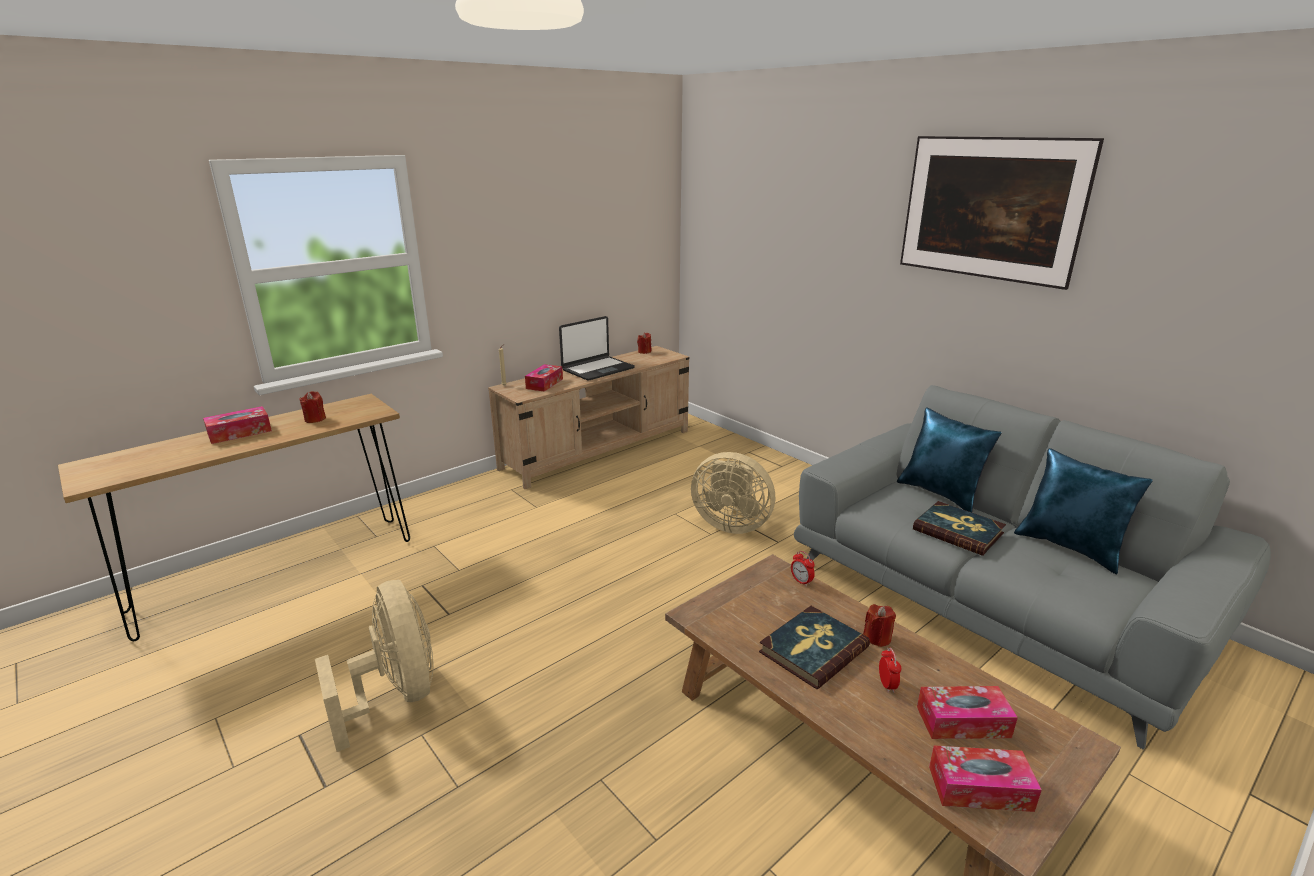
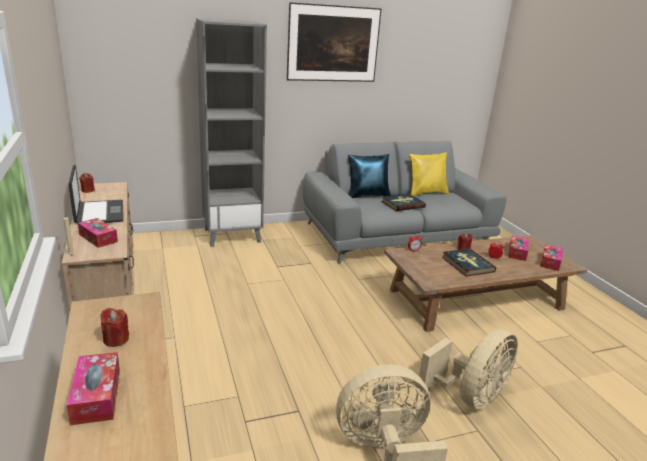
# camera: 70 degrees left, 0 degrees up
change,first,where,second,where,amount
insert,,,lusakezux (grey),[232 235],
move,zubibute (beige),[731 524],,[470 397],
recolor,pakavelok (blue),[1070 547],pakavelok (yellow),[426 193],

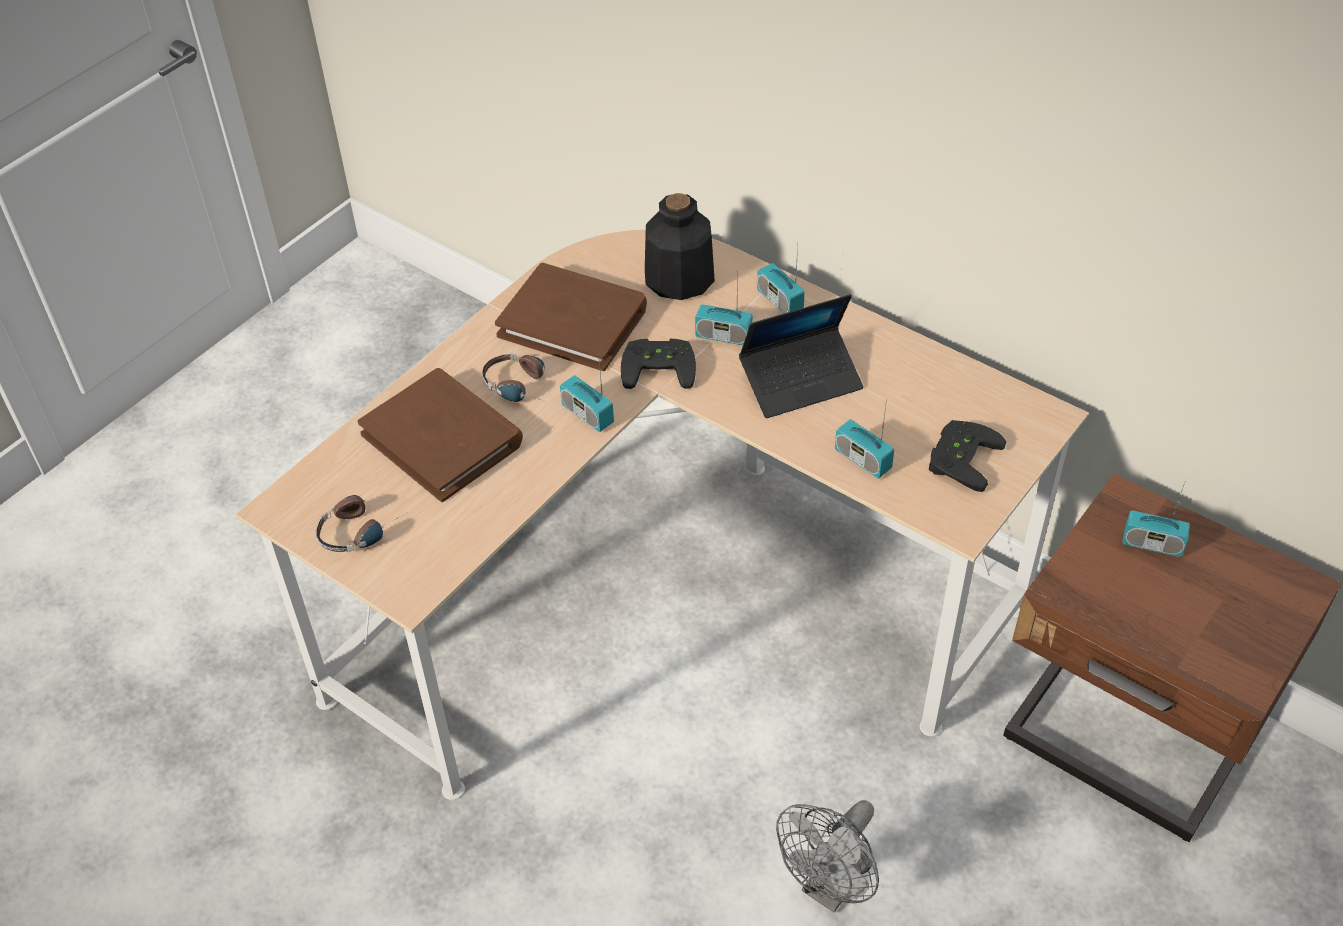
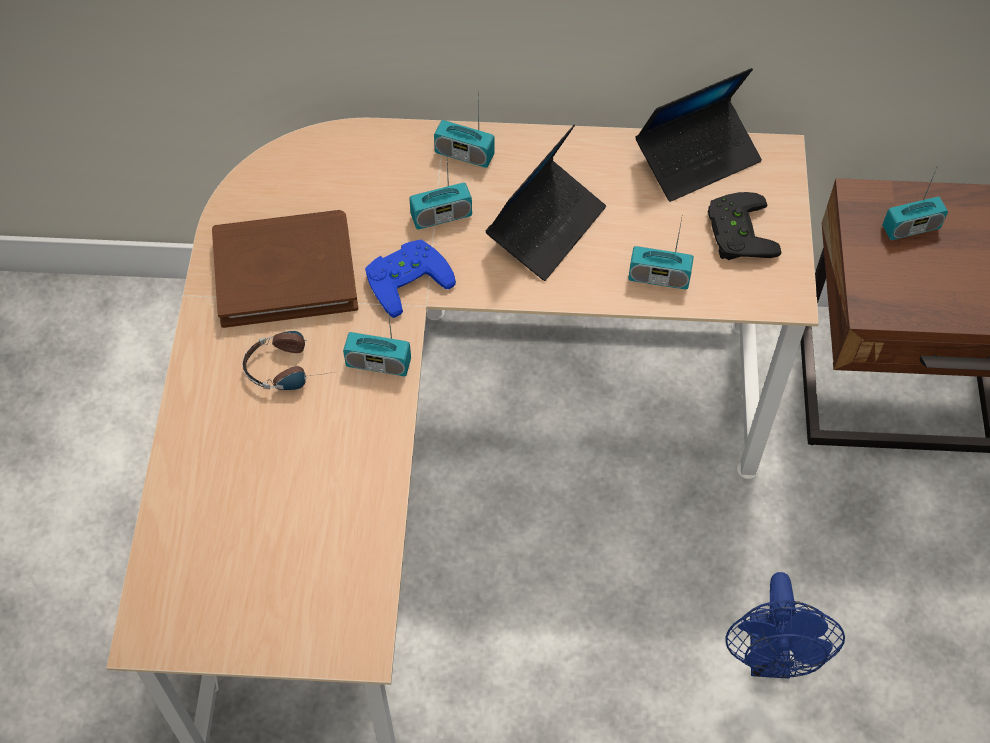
# camera: 35 degrees left, 10 degrees up
change,first,where,second,where,amount
delete,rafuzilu,[361 529],,,
delete,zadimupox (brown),[443 438],,,
delete,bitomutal,[678 278],,,
insert,,,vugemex,[697 158],
recolor,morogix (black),[659 365],morogix (blue),[406 277],
recolor,zubibute (grey),[830 888],zubibute (blue),[770 659],

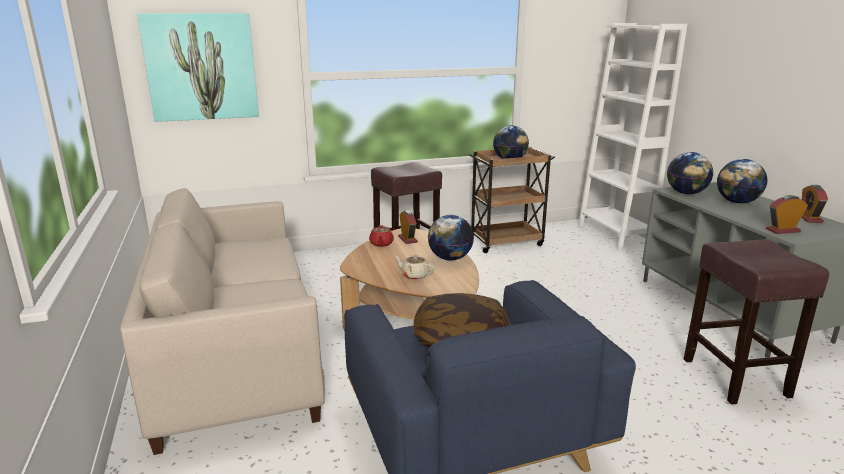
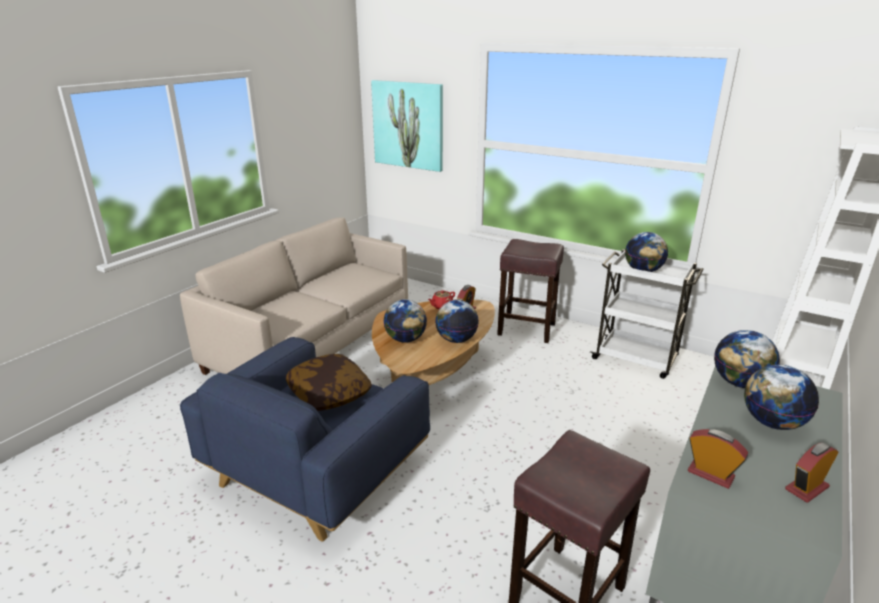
# camera: 50 degrees right, 5 degrees up
change,first,where,second,where,amount
replace,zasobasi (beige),[414 275],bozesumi,[405 339],
recolor,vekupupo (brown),[506 242],vekupupo (white),[636 359],

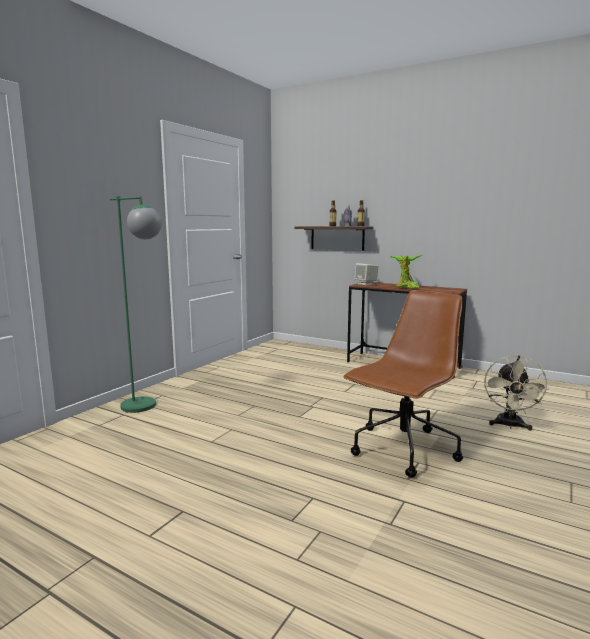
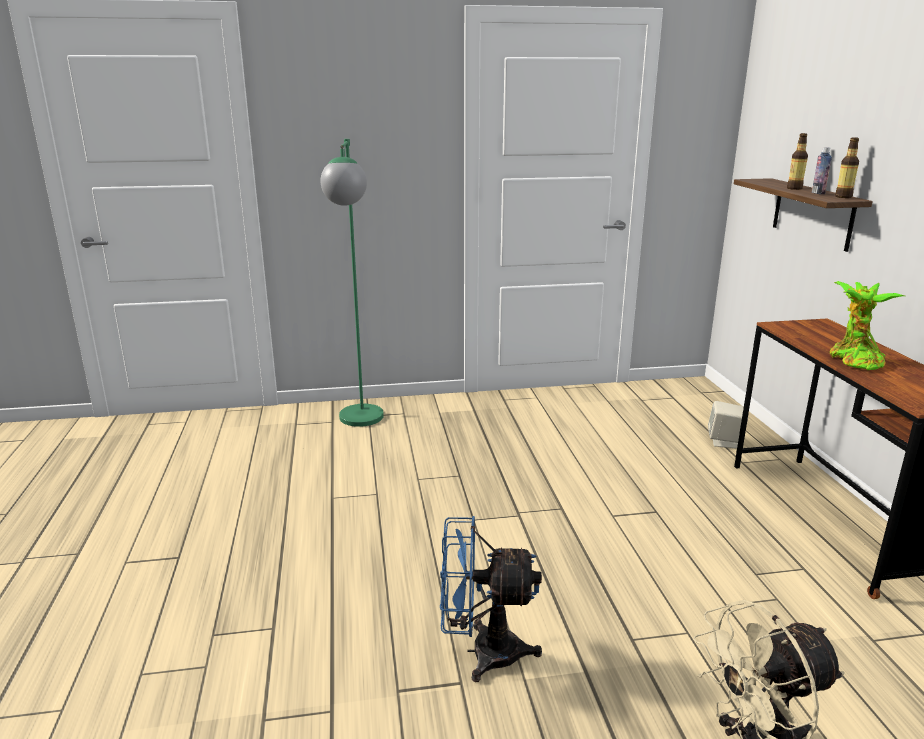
# camera: 50 degrees right, 10 degrees up
change,first,where,second,where,amount
move,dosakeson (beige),[366 284],,[725 442],
replace,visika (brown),[403 450],zubibute (blue),[482 652],

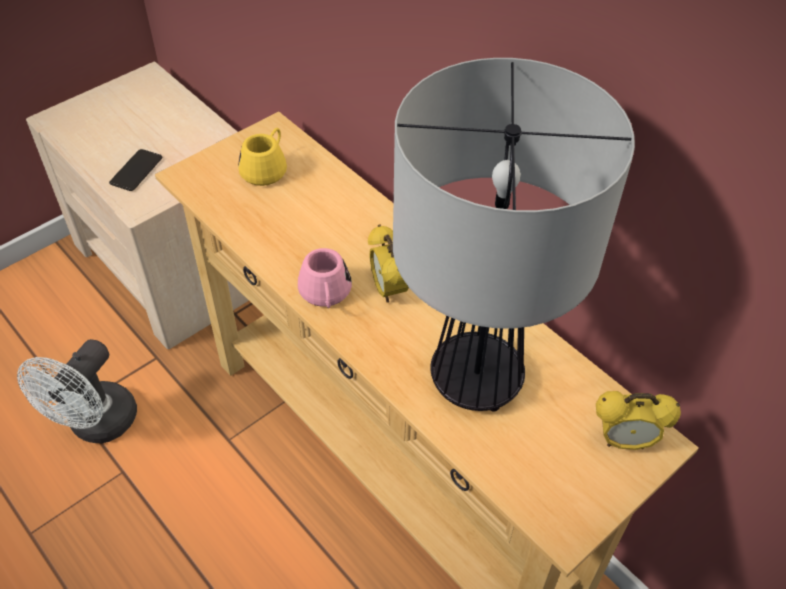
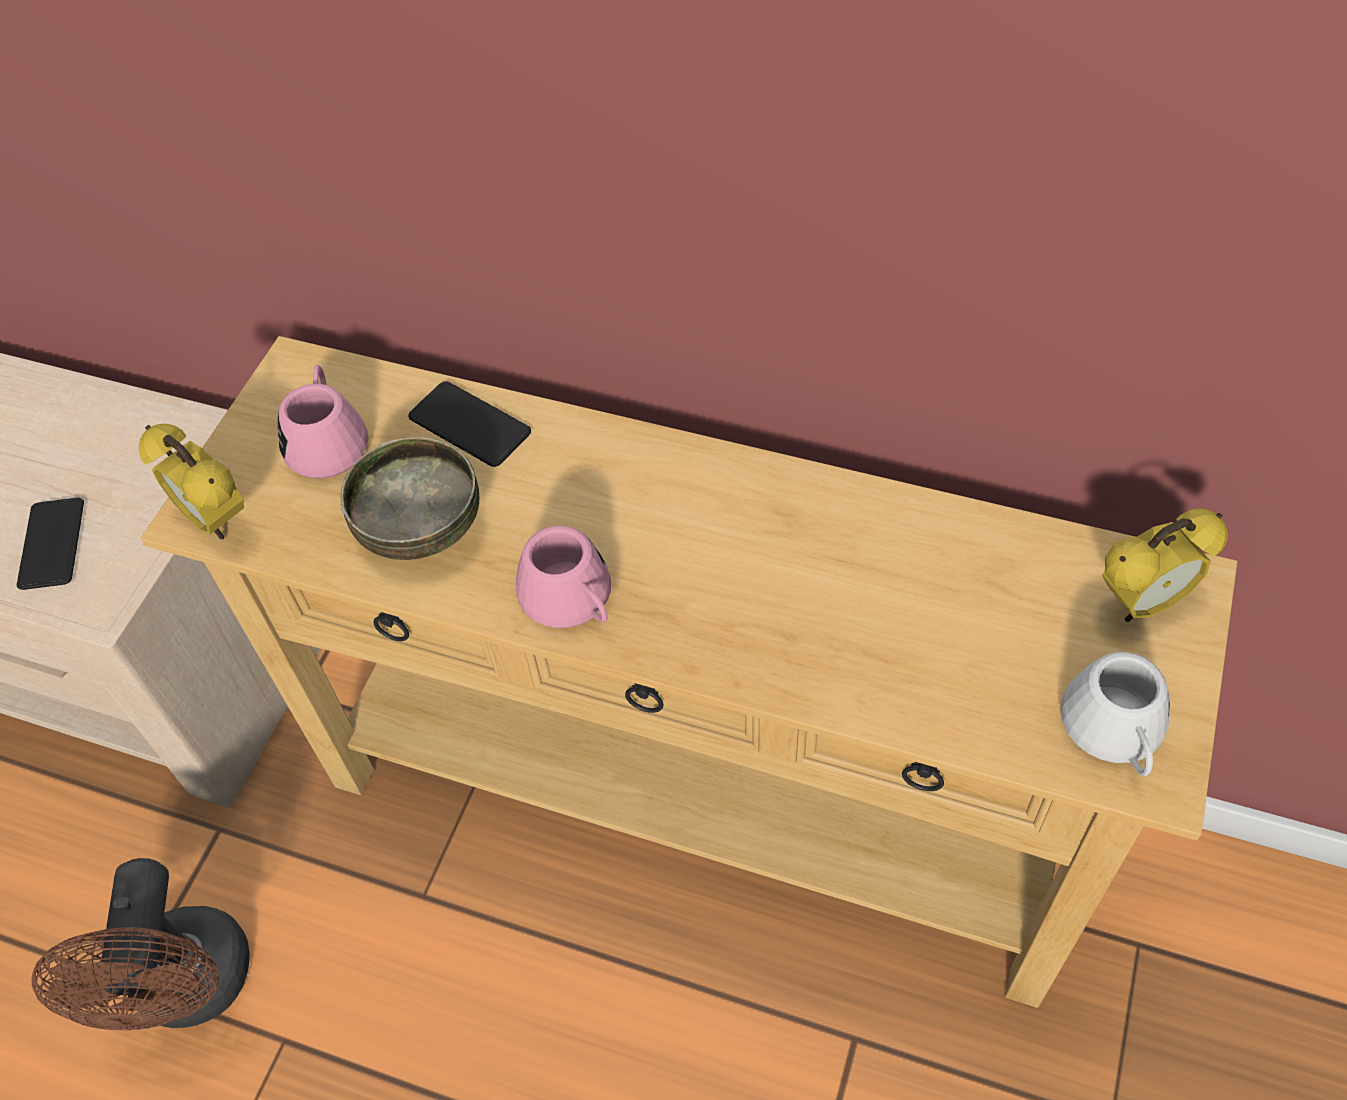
# camera: 25 degrees left, 5 degrees up
change,first,where,second,where,amount
delete,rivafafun,[477 379],,,
insert,,,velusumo,[419 529],
insert,,,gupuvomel,[470 425],
insert,,,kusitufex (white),[1115 734],
move,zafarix,[388 290],,[215 520],
recolor,zubibute (white),[97 425],zubibute (brown),[190 992],
recolor,kusitufex (yellow),[266 167],kusitufex (pink),[328 439],

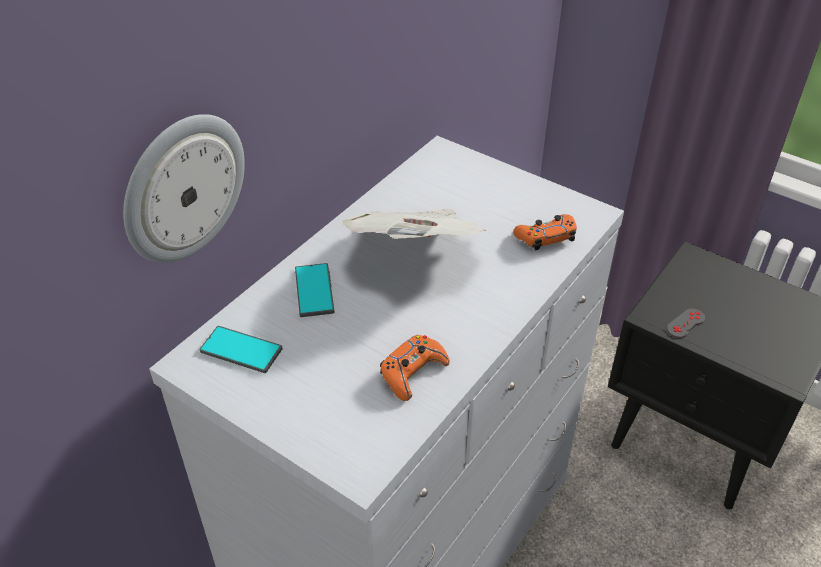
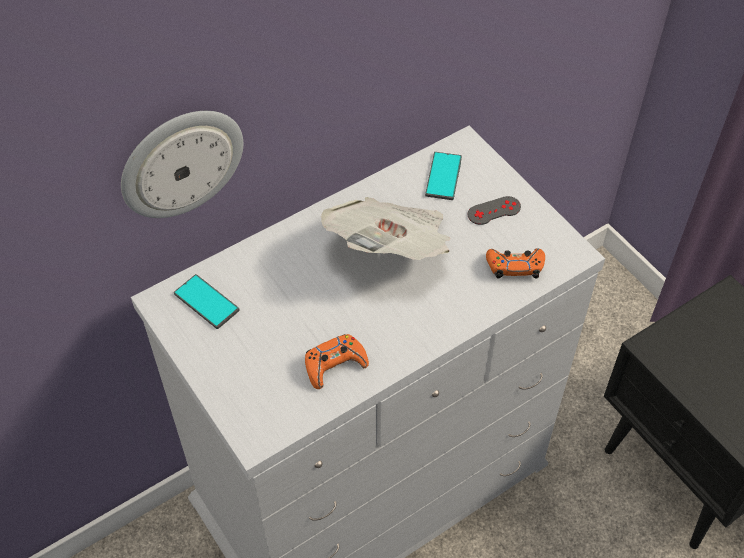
# camera: 20 degrees right, 10 degrees up
change,first,where,second,where,amount
move,gupuvomel,[314 290],,[443 176],
move,morogix (grey),[685 323],,[494 211],

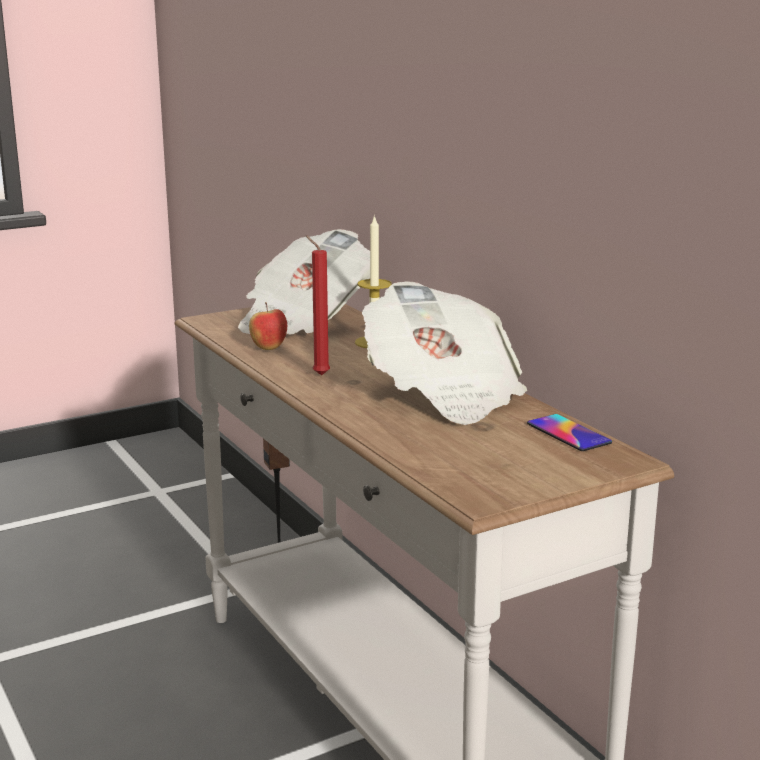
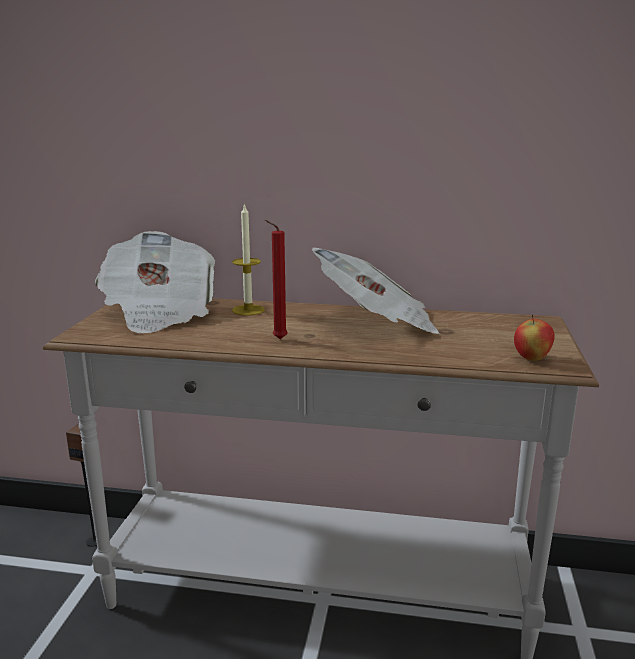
# camera: 50 degrees left, 0 degrees up
change,first,where,second,where,amount
delete,gupuvomel,[568 433],,,
move,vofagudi,[269 348],,[531 358],

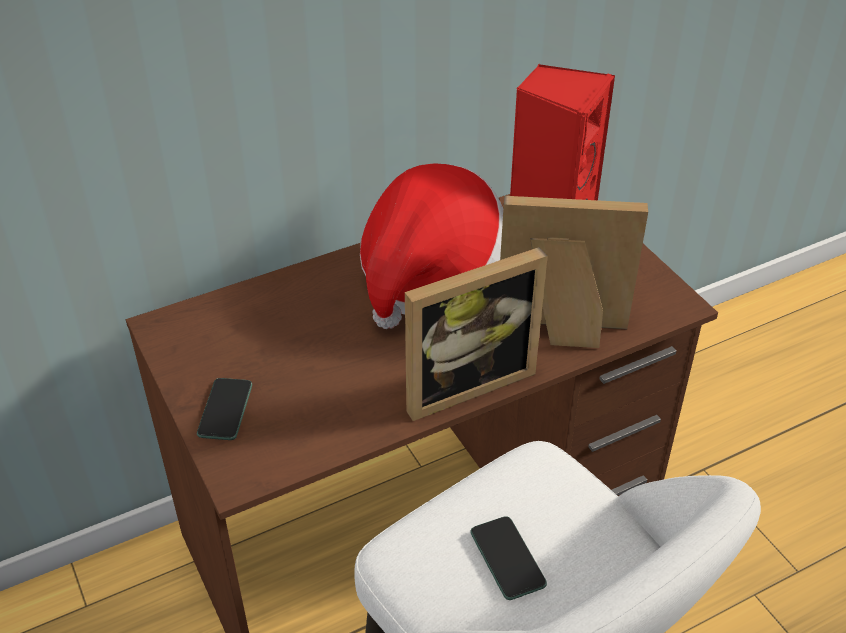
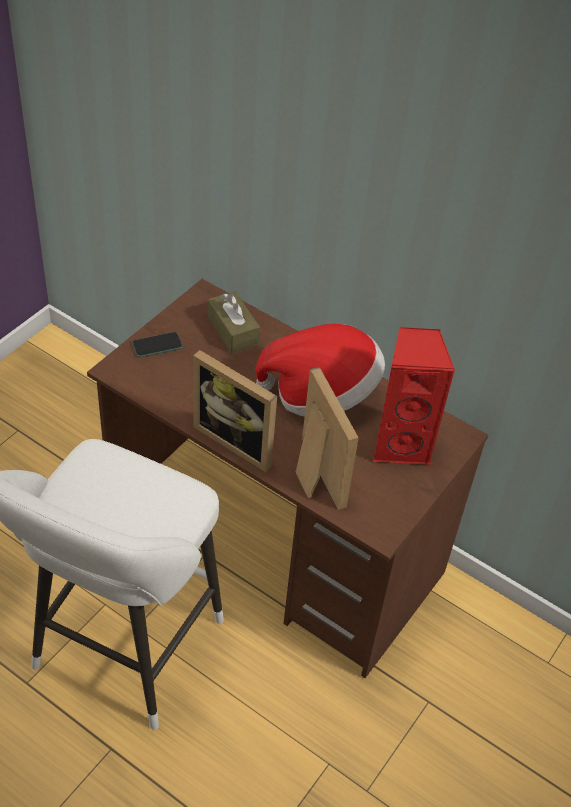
# camera: 60 degrees right, 5 degrees up
change,first,where,second,where,amount
delete,gupuvomel,[507 558],,,
insert,,,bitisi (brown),[233 331],

